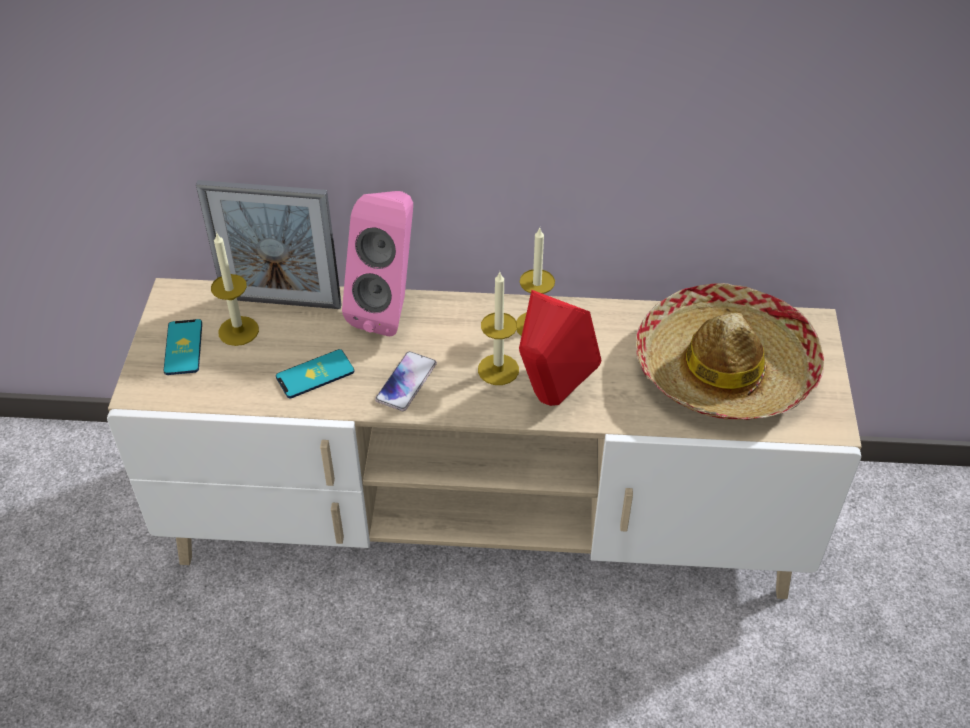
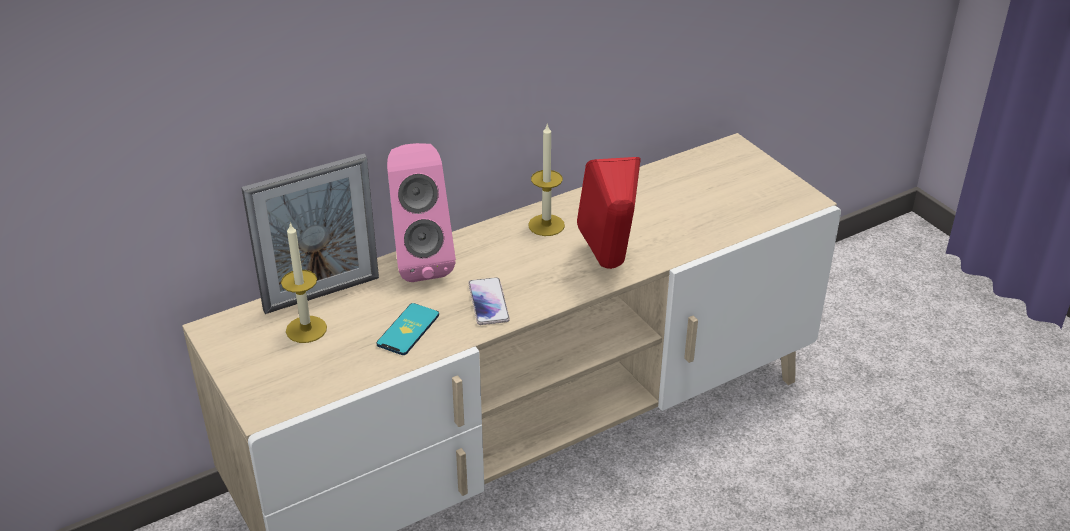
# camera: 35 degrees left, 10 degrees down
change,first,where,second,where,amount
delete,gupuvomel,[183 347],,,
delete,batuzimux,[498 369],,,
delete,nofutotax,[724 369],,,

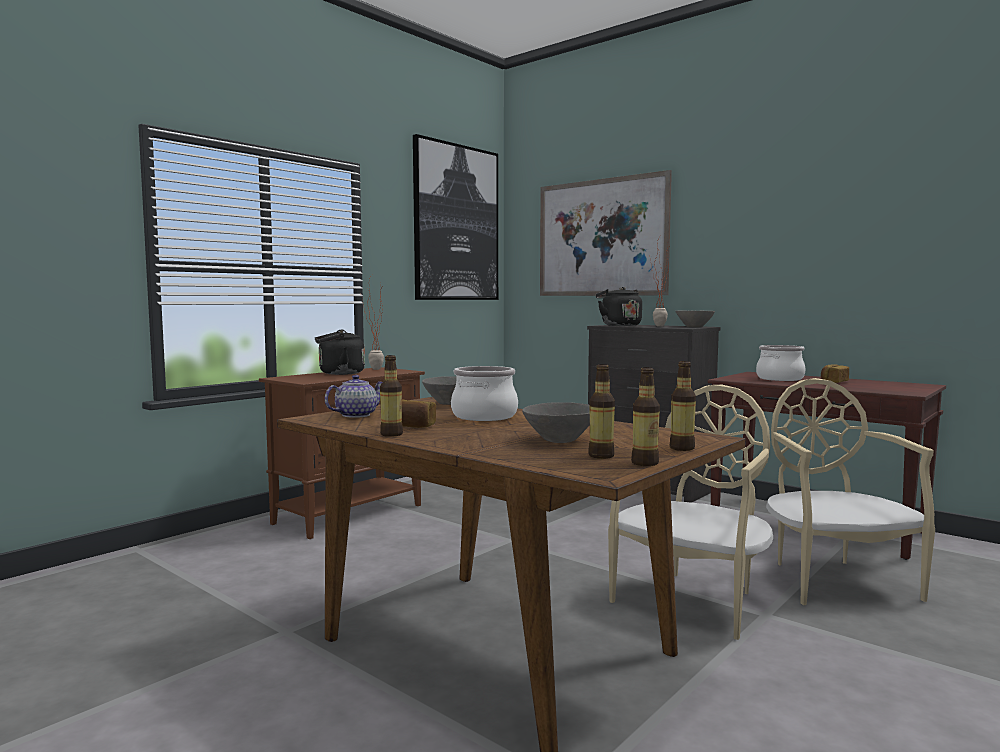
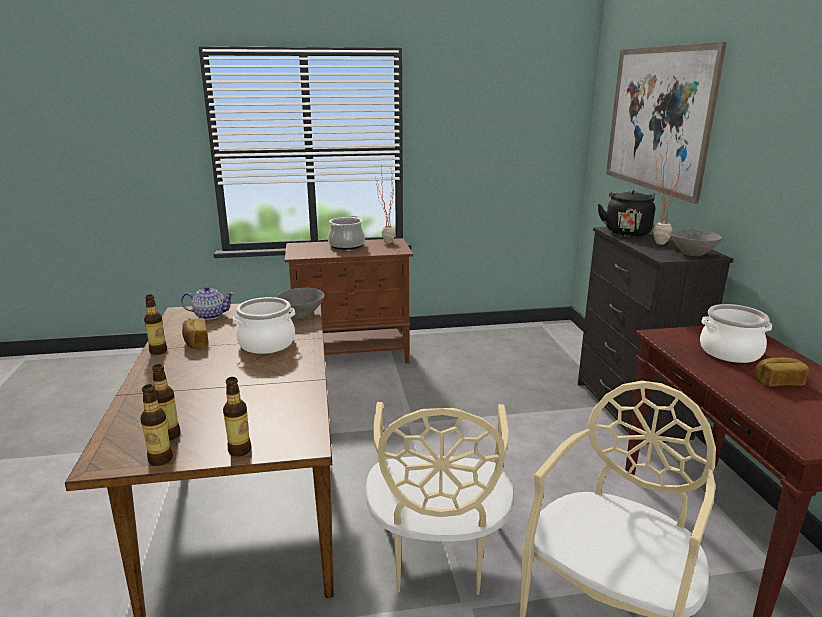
# camera: 40 degrees right, 15 degrees up
change,first,where,second,where,amount
delete,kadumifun,[456 223],,,
delete,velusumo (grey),[559 440],,,
replace,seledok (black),[338 373],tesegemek,[346 245],
rotate,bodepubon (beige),[693 599],,[437 554],105 degrees clockwise

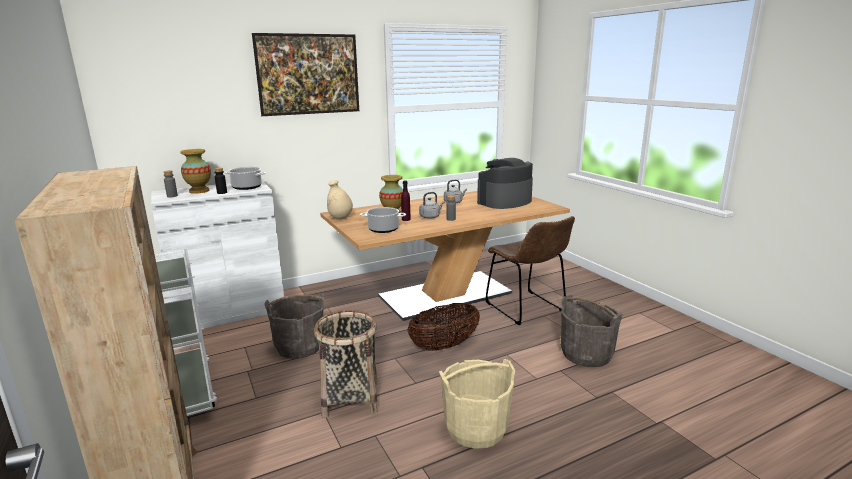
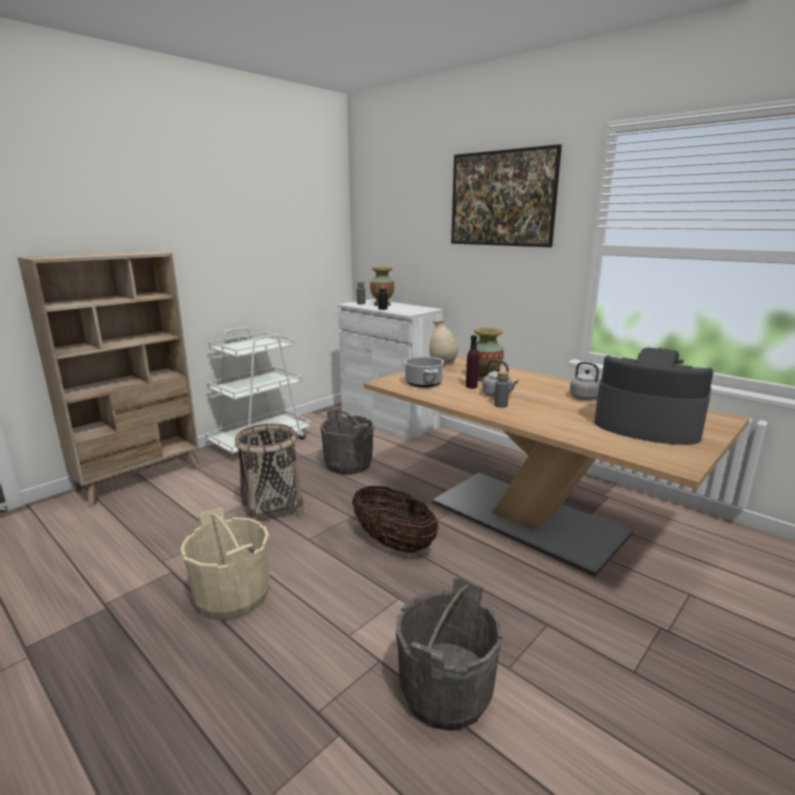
# camera: 70 degrees right, 0 degrees up
change,first,where,second,where,amount
delete,tesegemek,[246 187],,,
delete,bodepubon (brown),[527 309],,,

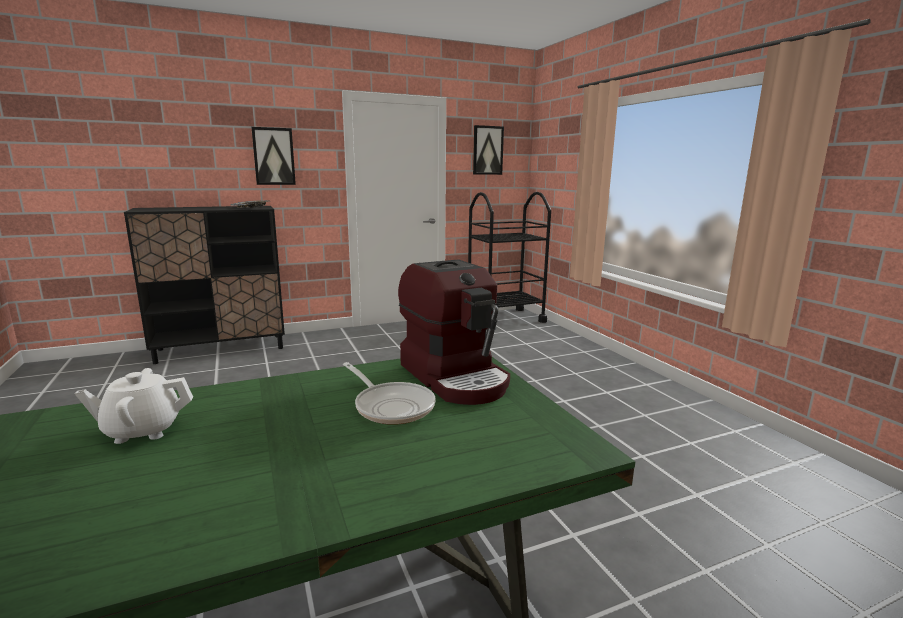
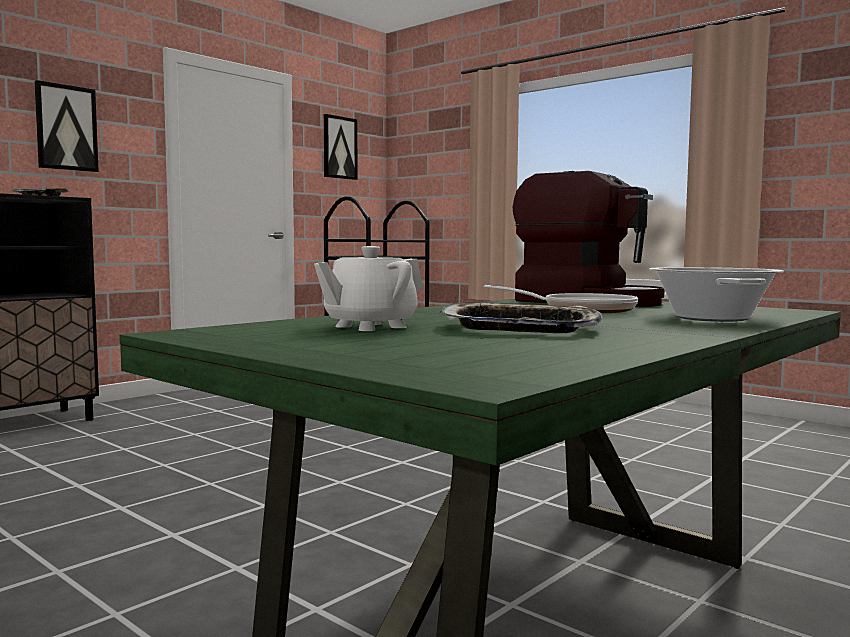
# camera: 25 degrees left, 10 degrees down
change,first,where,second,where,amount
insert,,,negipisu,[520 328],
insert,,,tesegemek,[711 318],

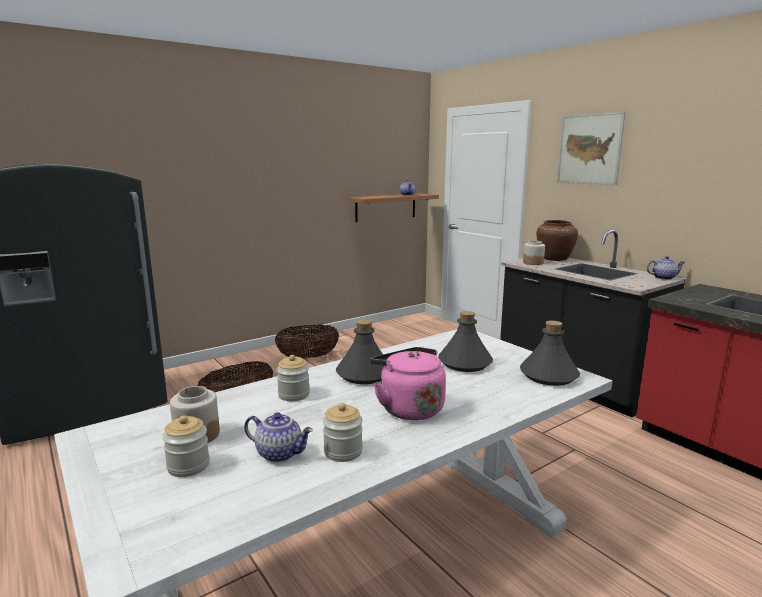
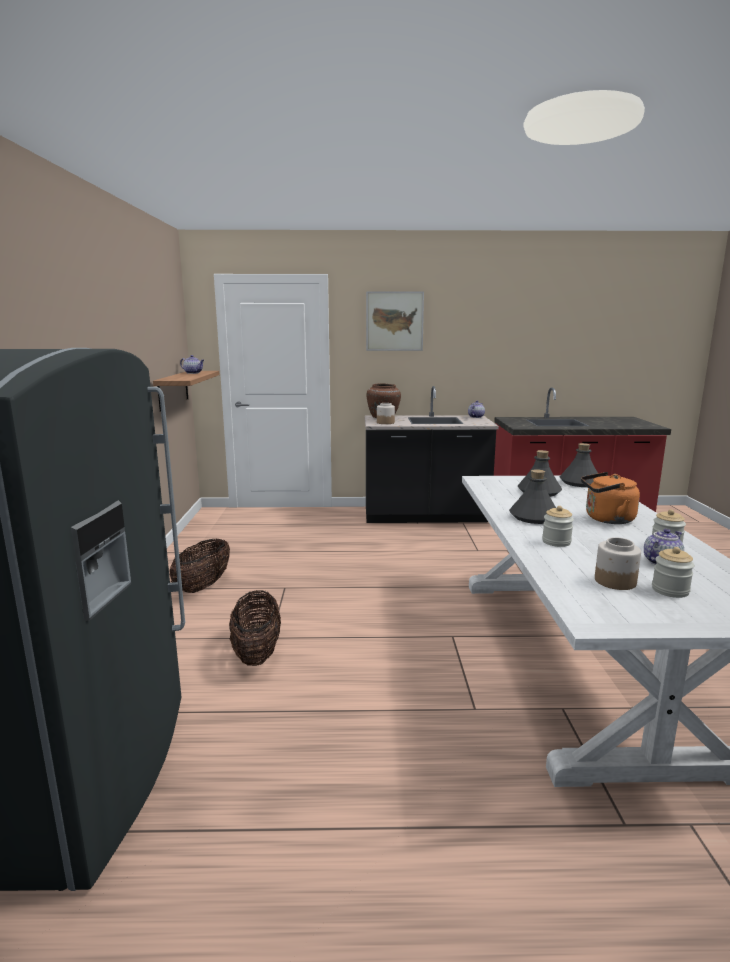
# camera: 55 degrees left, 0 degrees up
change,first,where,second,where,amount
recolor,seledok (pink),[408 408],seledok (orange),[606 519],

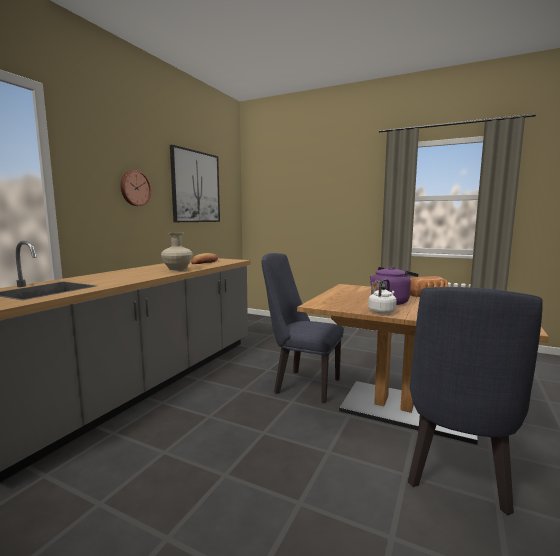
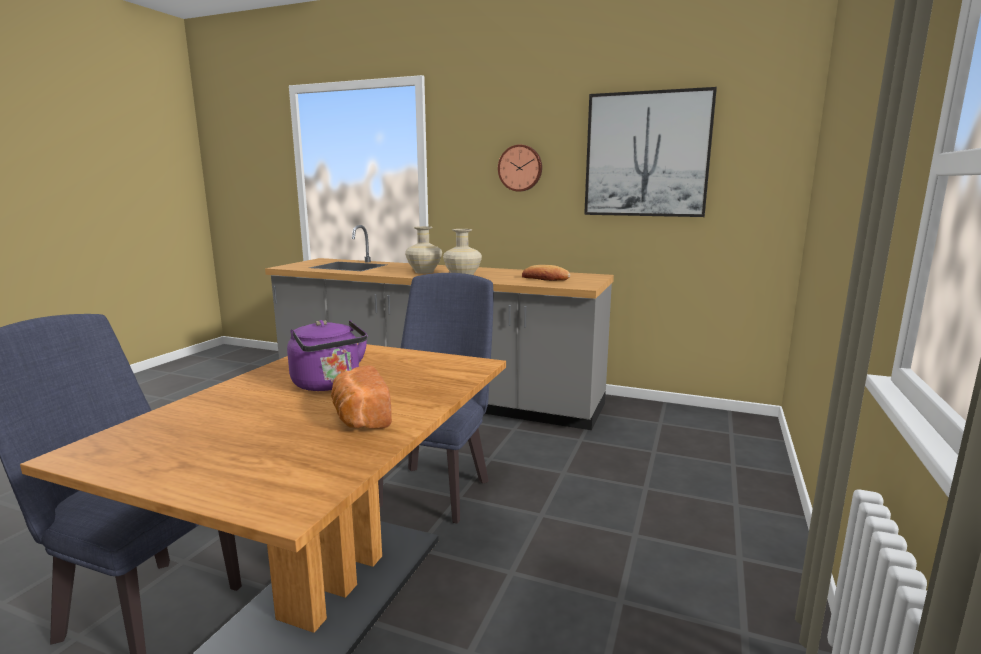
# camera: 85 degrees right, 5 degrees up
change,first,where,second,where,amount
delete,seledok (white),[382 311],,,
insert,,,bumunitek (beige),[424 272],

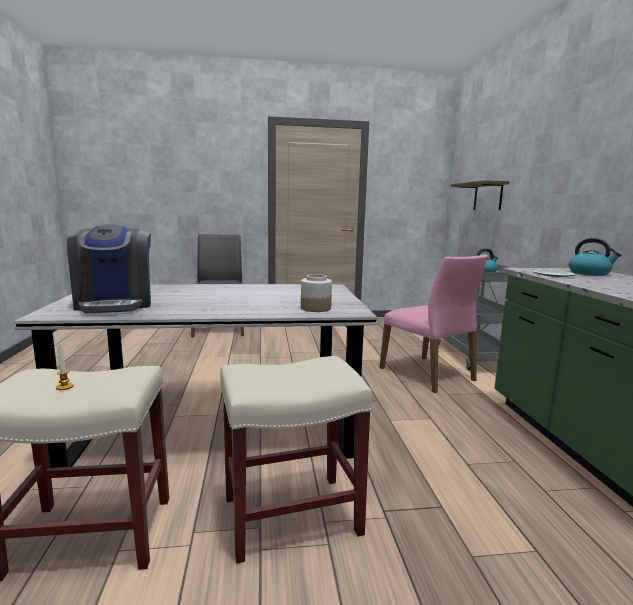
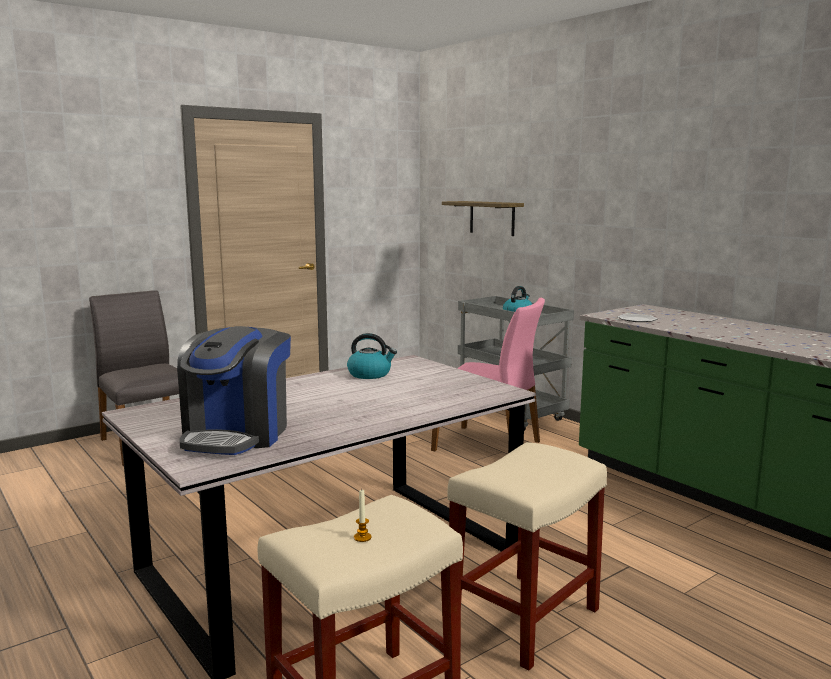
# camera: 30 degrees left, 0 degrees up
change,first,where,second,where,amount
delete,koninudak,[315 308],,,
move,seledok,[589 273],,[370 374],
rotate,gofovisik,[115 304],,[237 434],60 degrees clockwise

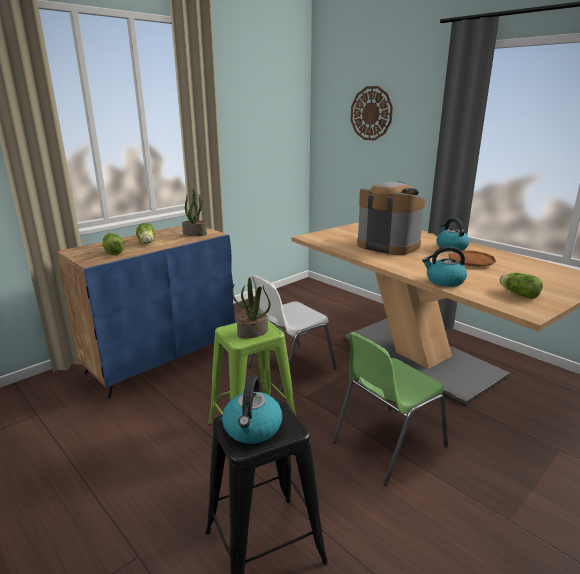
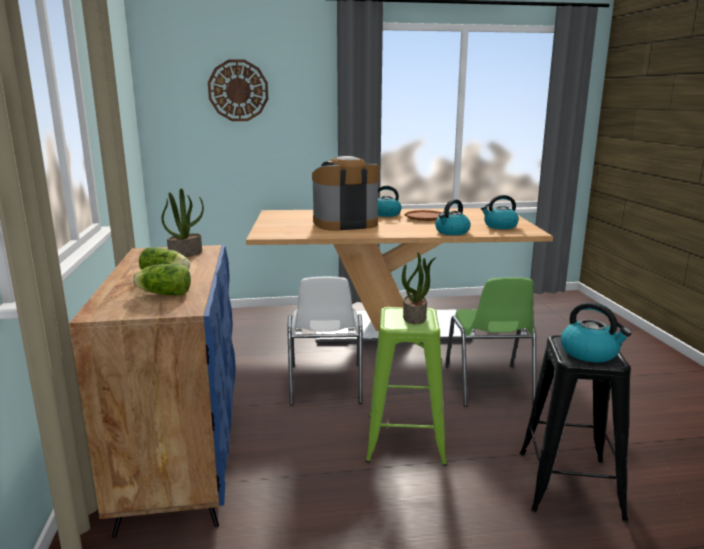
# camera: 55 degrees left, 5 degrees down
change,first,where,second,where,amount
replace,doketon,[517 293],seledok,[500 226],

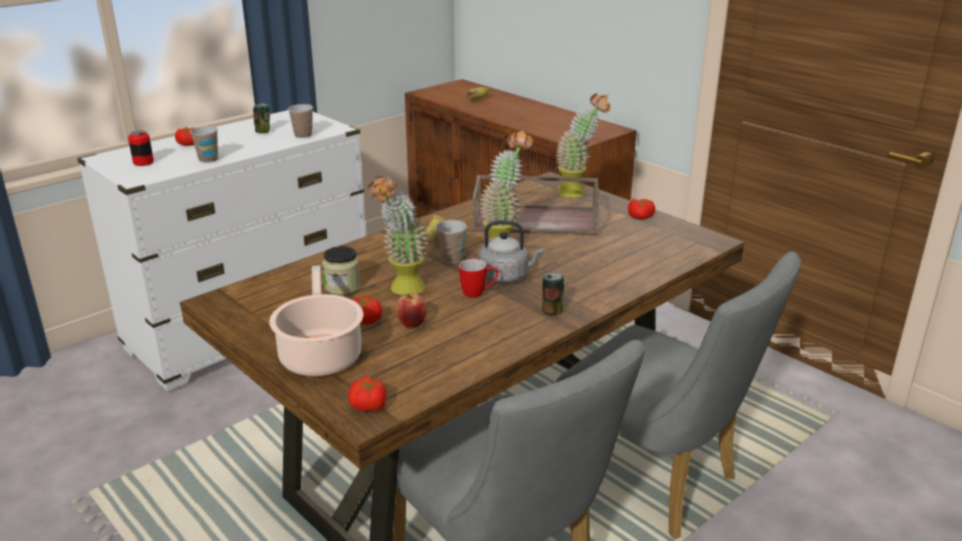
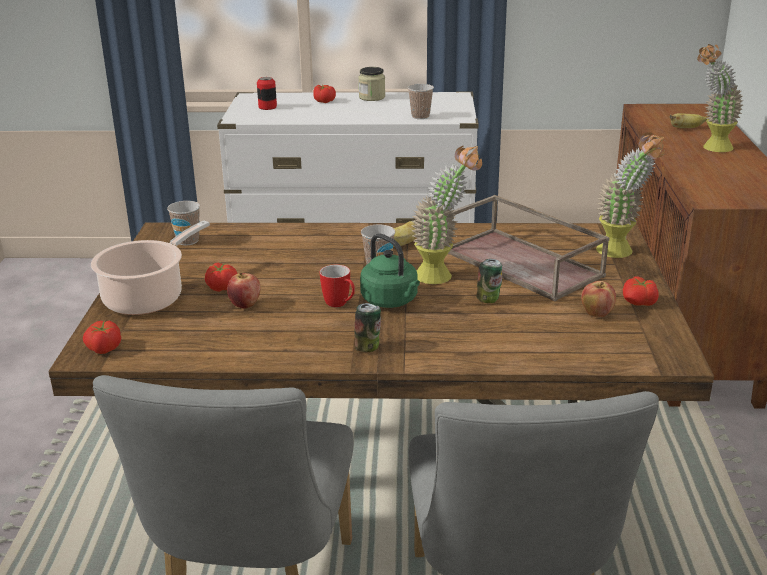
# camera: 45 degrees right, 0 degrees up
change,first,where,second,where,amount
insert,,,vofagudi,[596 314],
move,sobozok,[208 159],,[187 241],
move,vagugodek,[263 131],,[489 299],
move,koninudak,[342 286],,[372 97],
move,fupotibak,[402 291],,[710 148],
recolor,seledok (grey),[506 276],seledok (green),[391 301],

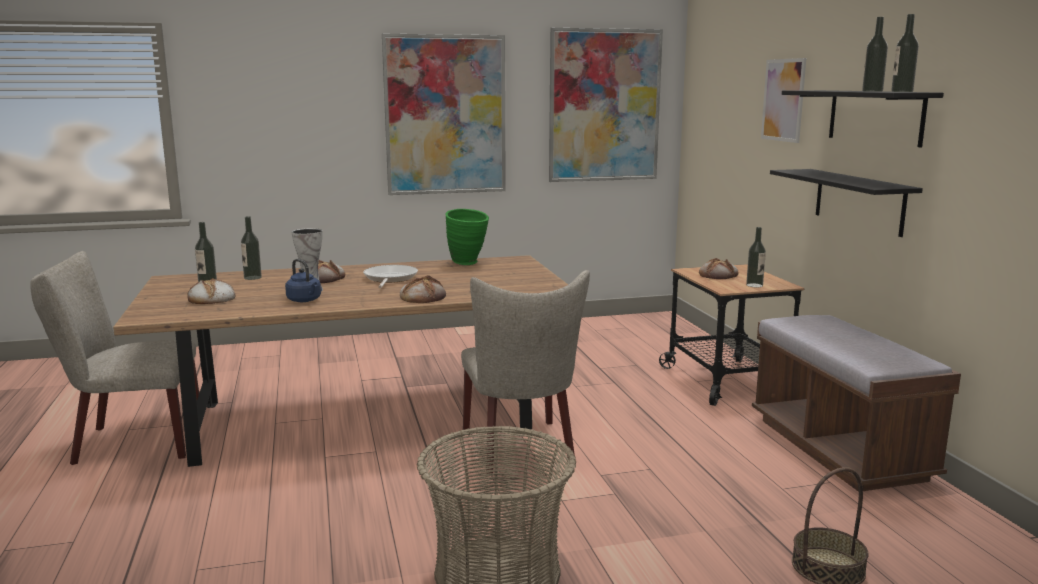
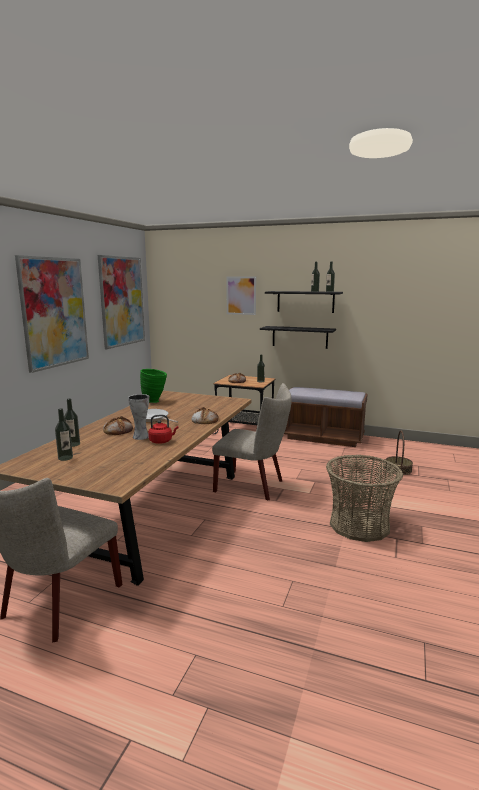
# camera: 55 degrees left, 0 degrees up
change,first,where,second,where,amount
delete,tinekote,[211 299],,,
recolor,seledok (blue),[305 300],seledok (red),[162 441],

